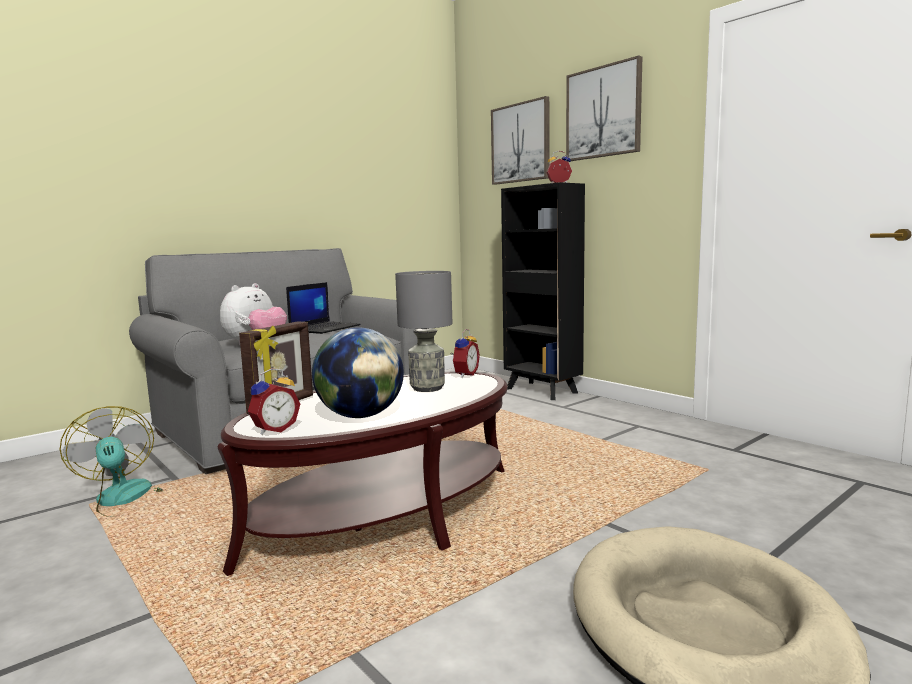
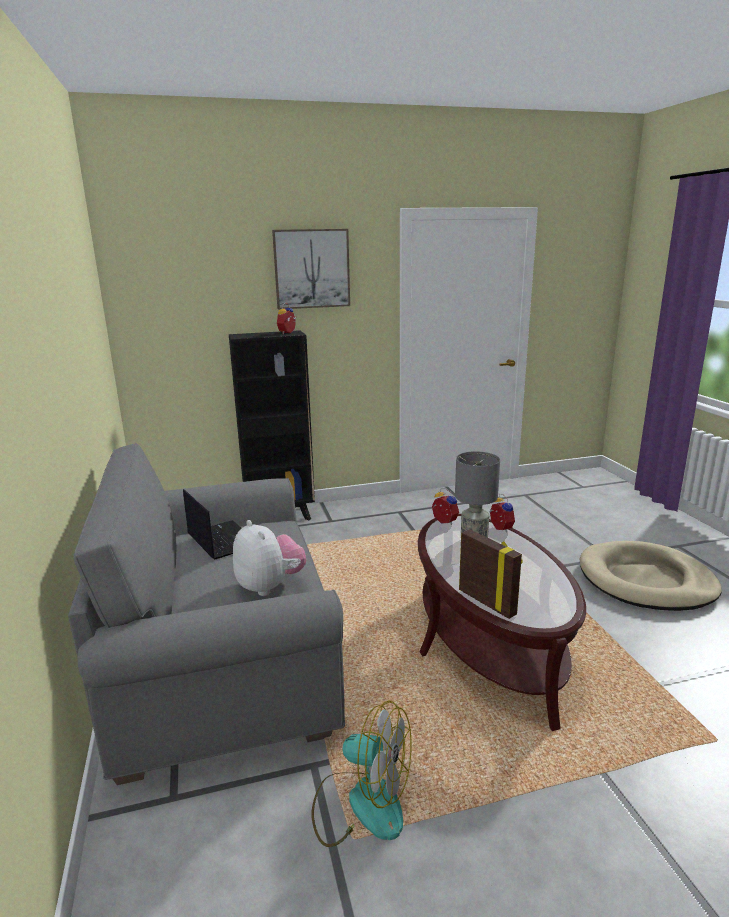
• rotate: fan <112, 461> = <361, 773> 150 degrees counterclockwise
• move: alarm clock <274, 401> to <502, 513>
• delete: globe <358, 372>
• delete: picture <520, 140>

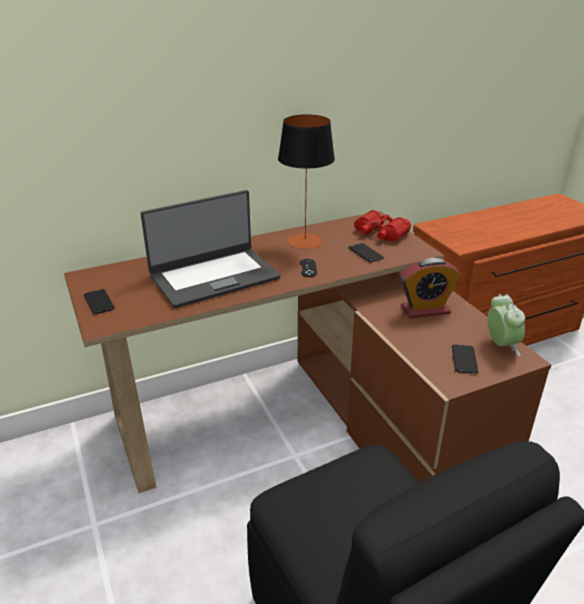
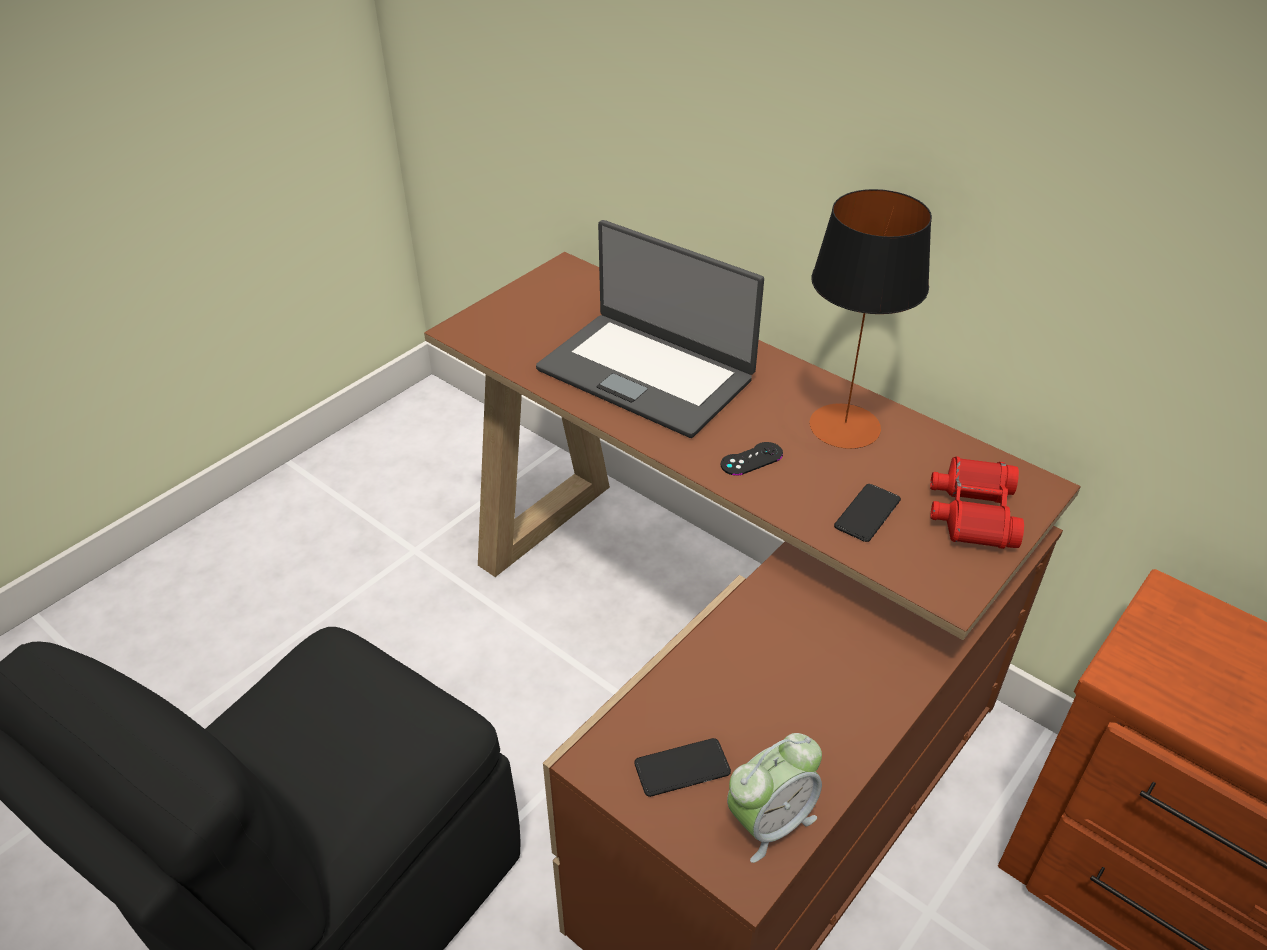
• delete: phone <99, 301>
• delete: alarm clock <430, 288>

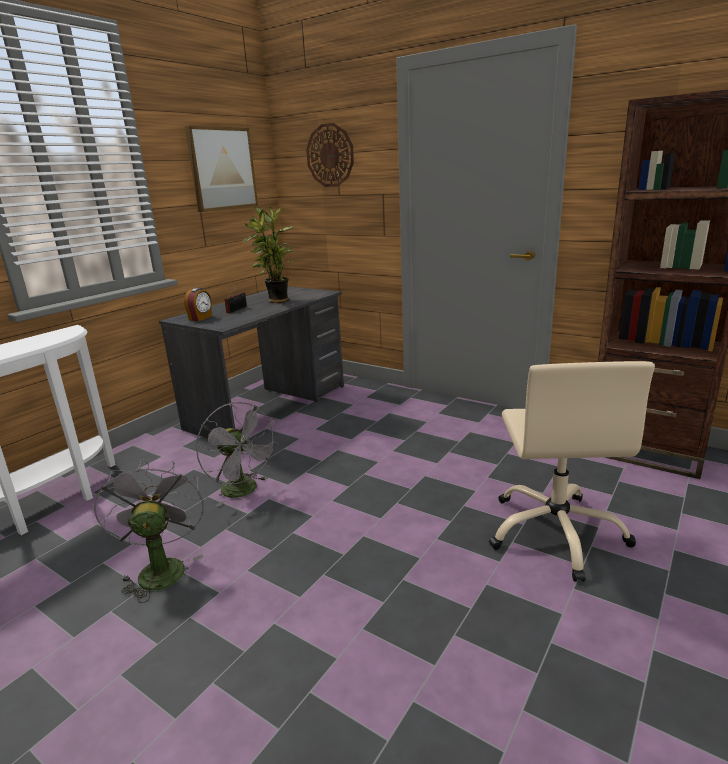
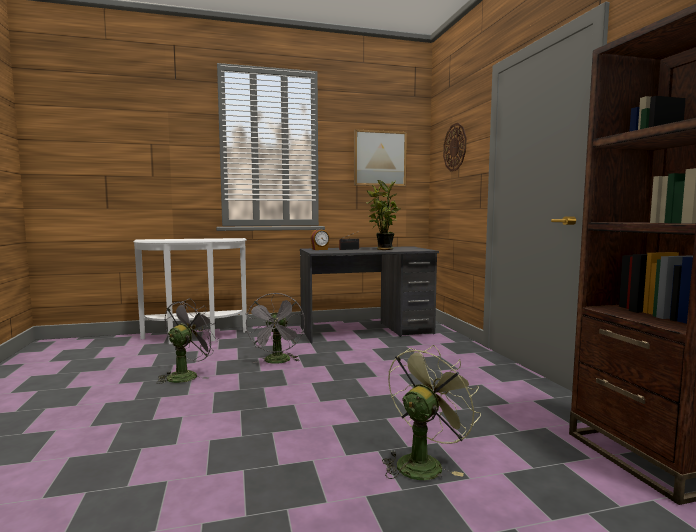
• replace: beige office chair <572, 471> to green fan <431, 412>

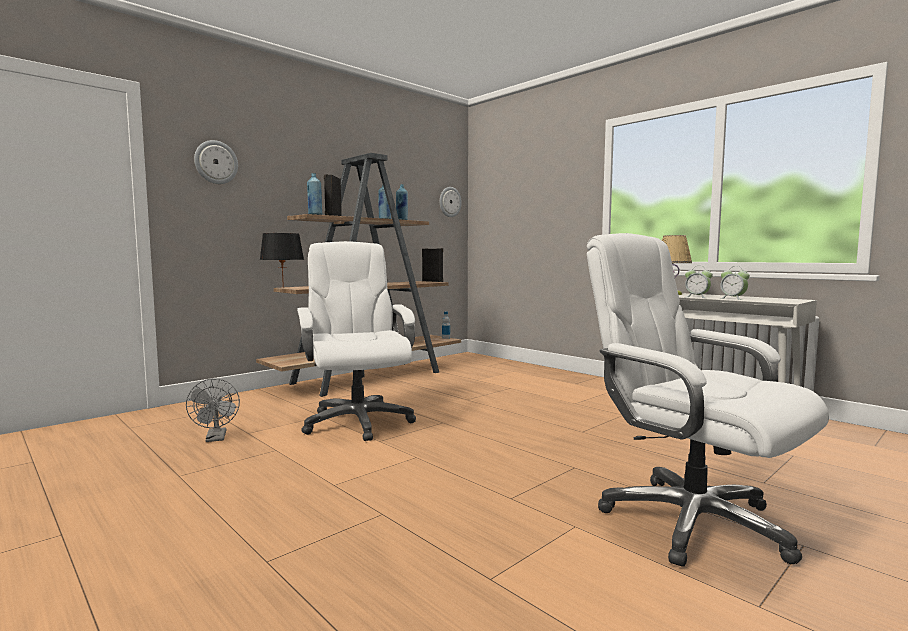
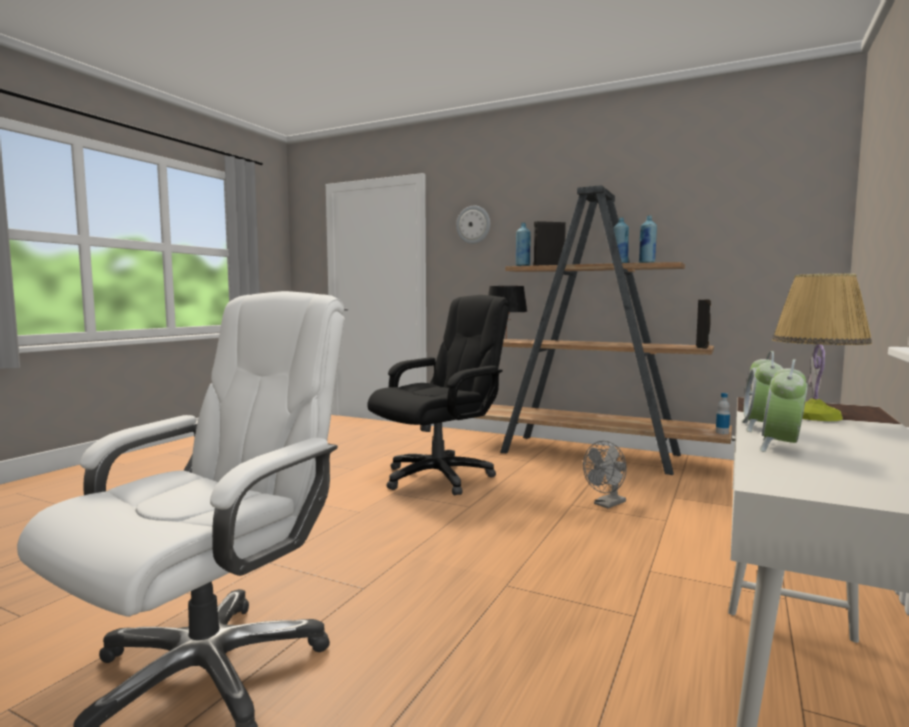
• recolor: white office chair <356, 341> to black office chair <438, 395>
• move: grey fan <213, 410> to <605, 475>
• delete: wall clock <451, 202>

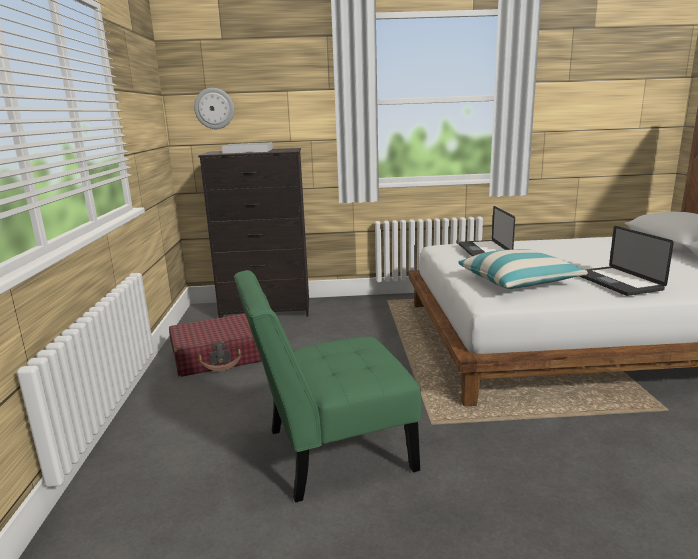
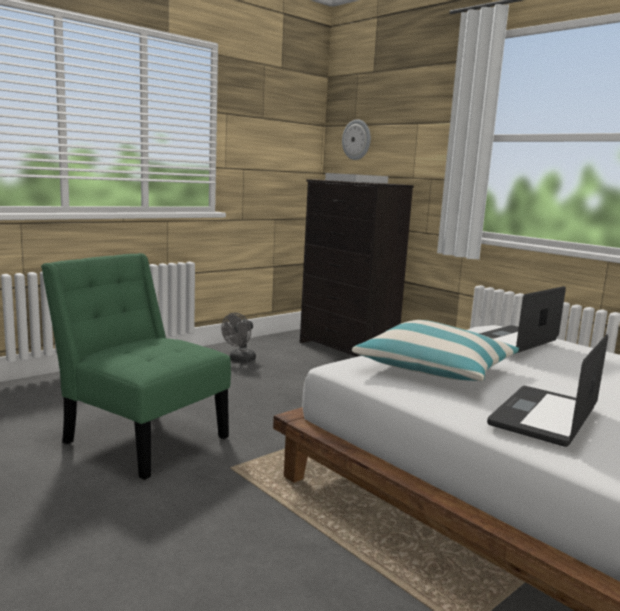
• replace: red suitcase <215, 345> to grey fan <238, 337>

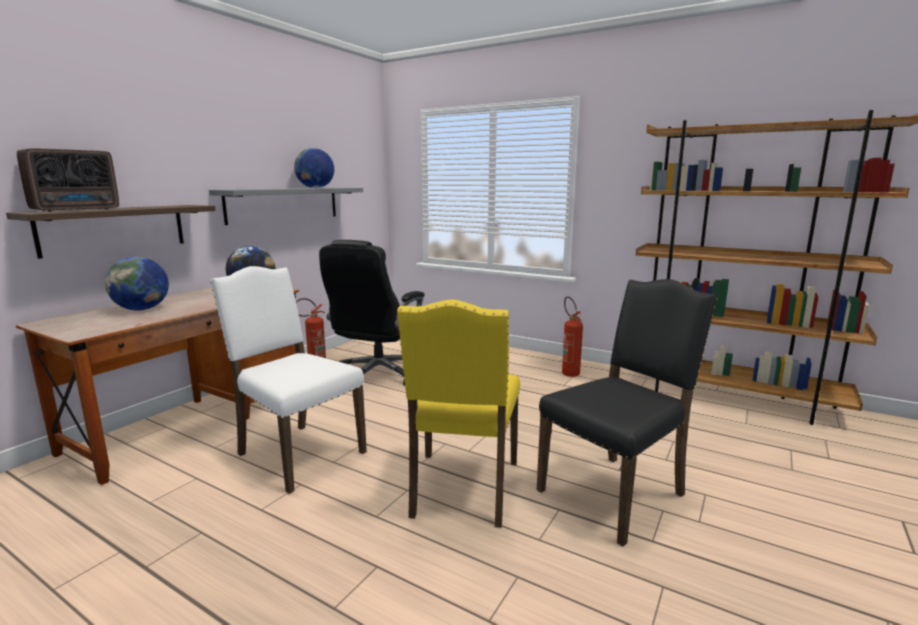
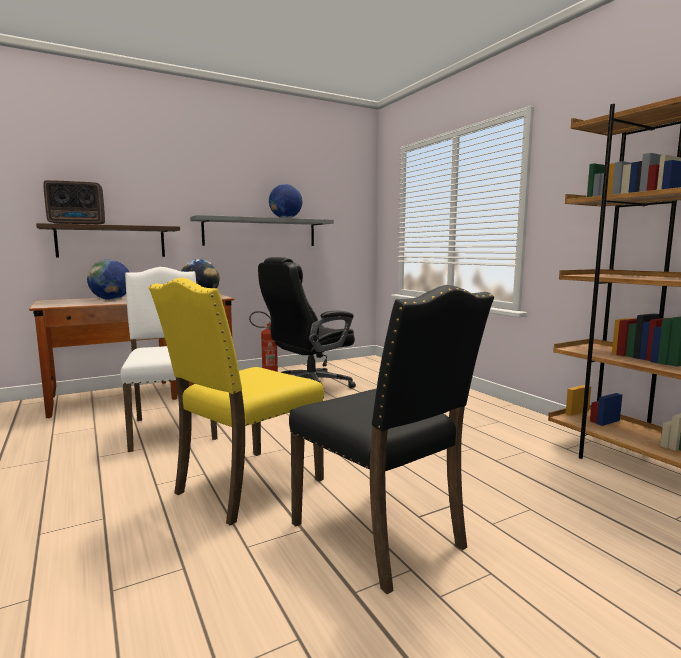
• rotate: black chair <627, 412> = <391, 439> 60 degrees clockwise
• delete: fire extinguisher <572, 336>

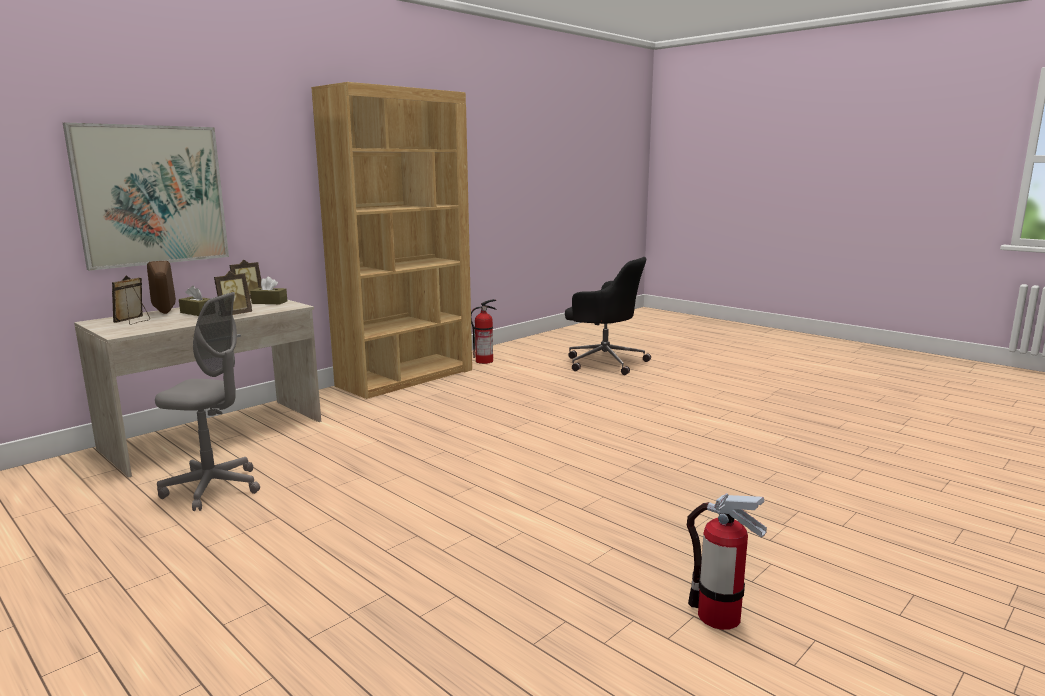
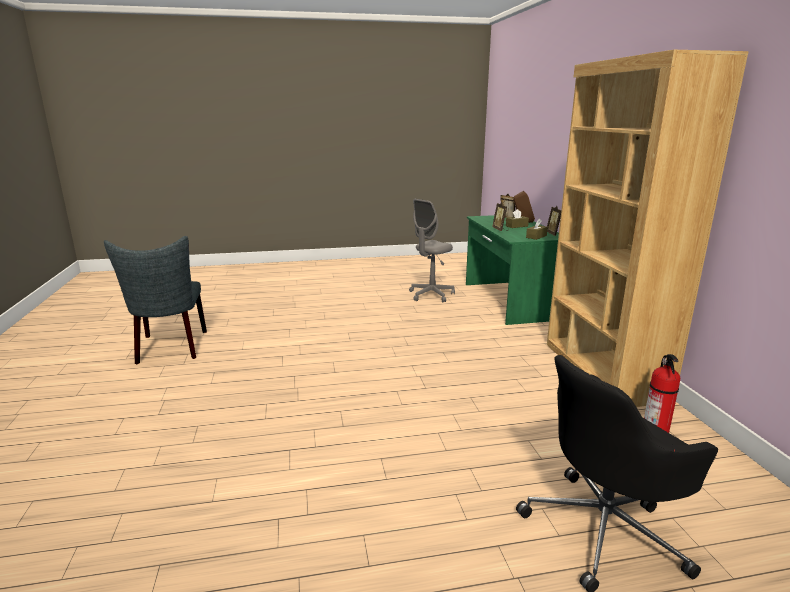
• replace: fire extinguisher <727, 561> to grey chair <155, 300>
• recolor: beige desk <197, 388> to green desk <512, 270>
• delete: picture <146, 196>

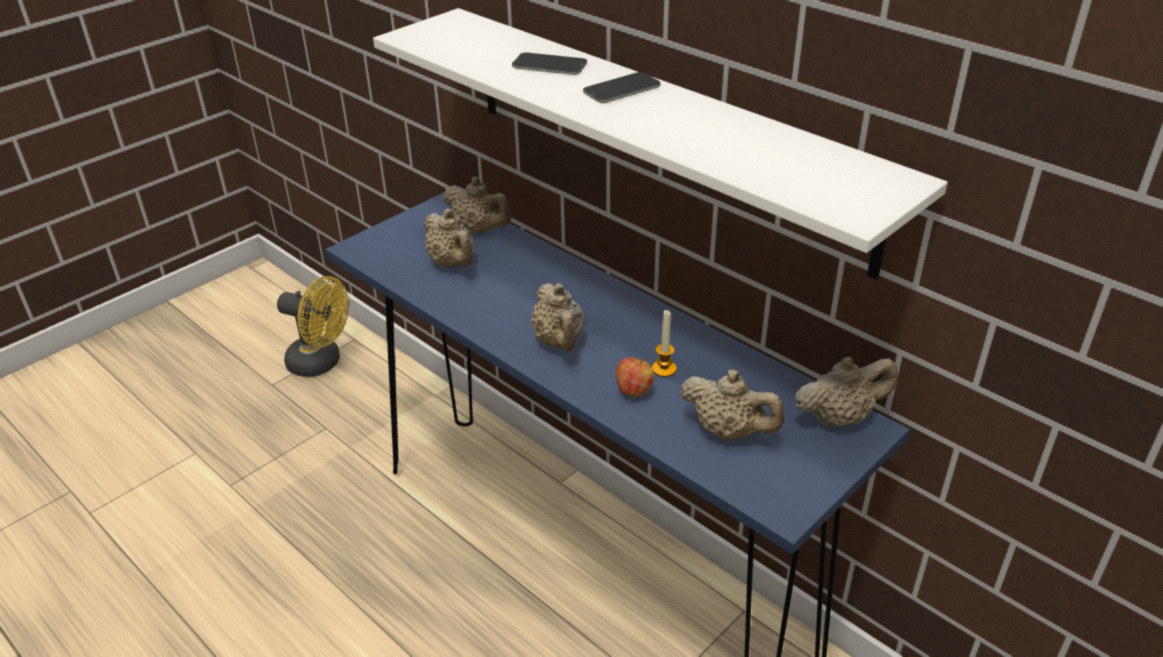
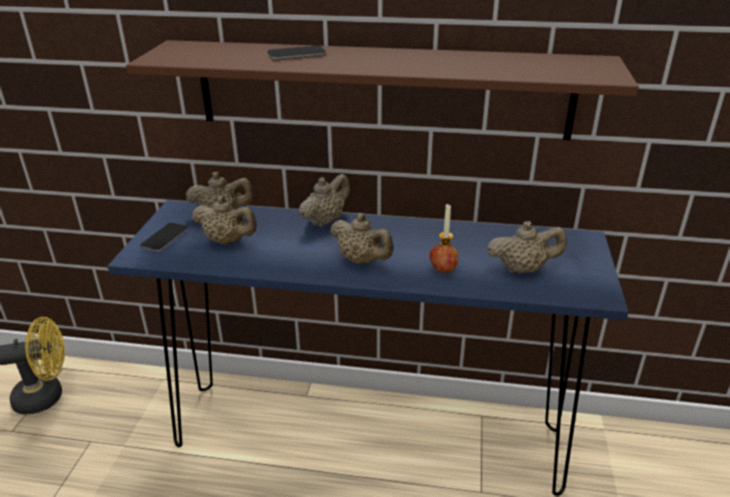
• recolor: white shelf <660, 144> to brown shelf <382, 90>
• move: phone <622, 87> to <164, 237>
• move: beige teapot <846, 392> to <324, 200>

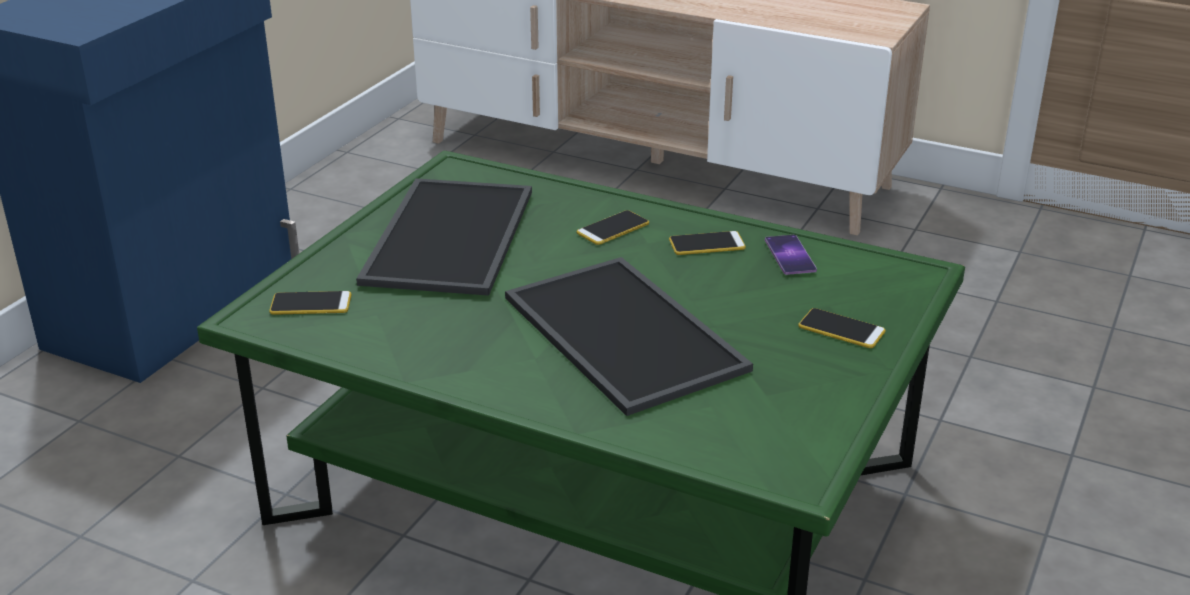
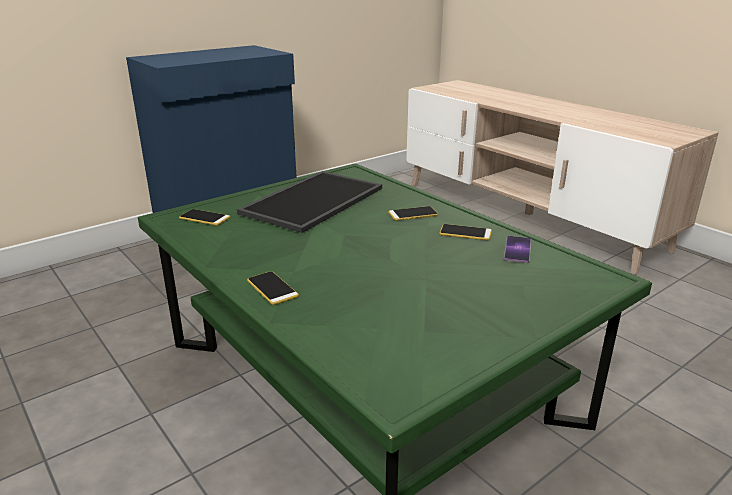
• move: phone <842, 328> to <273, 288>
• delete: tray <629, 336>

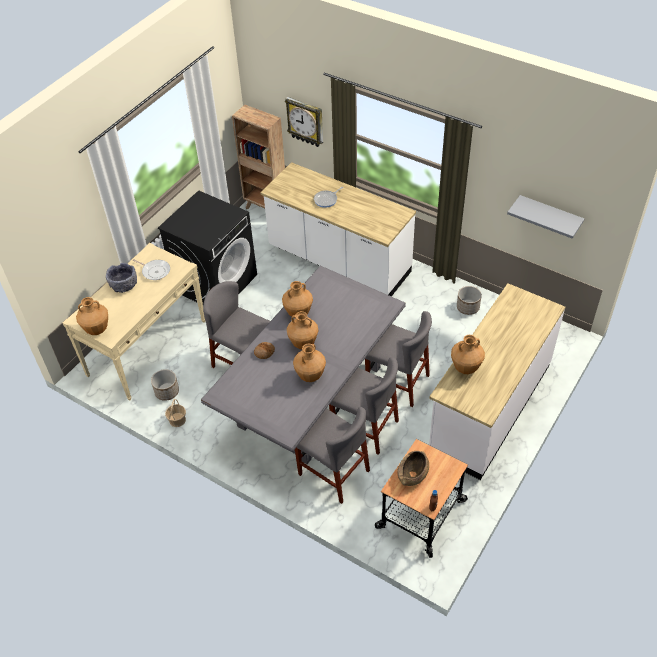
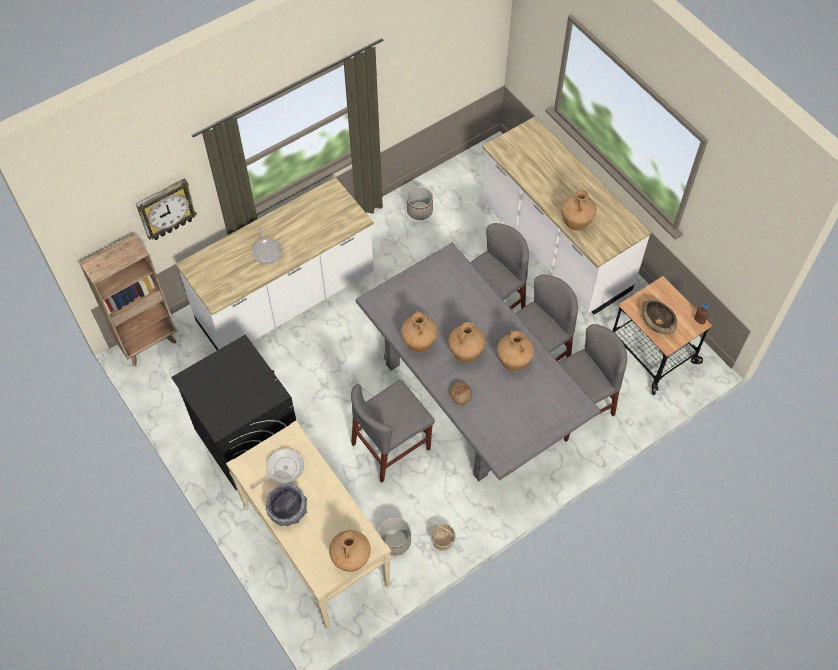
• delete: grey shelf <546, 216>

